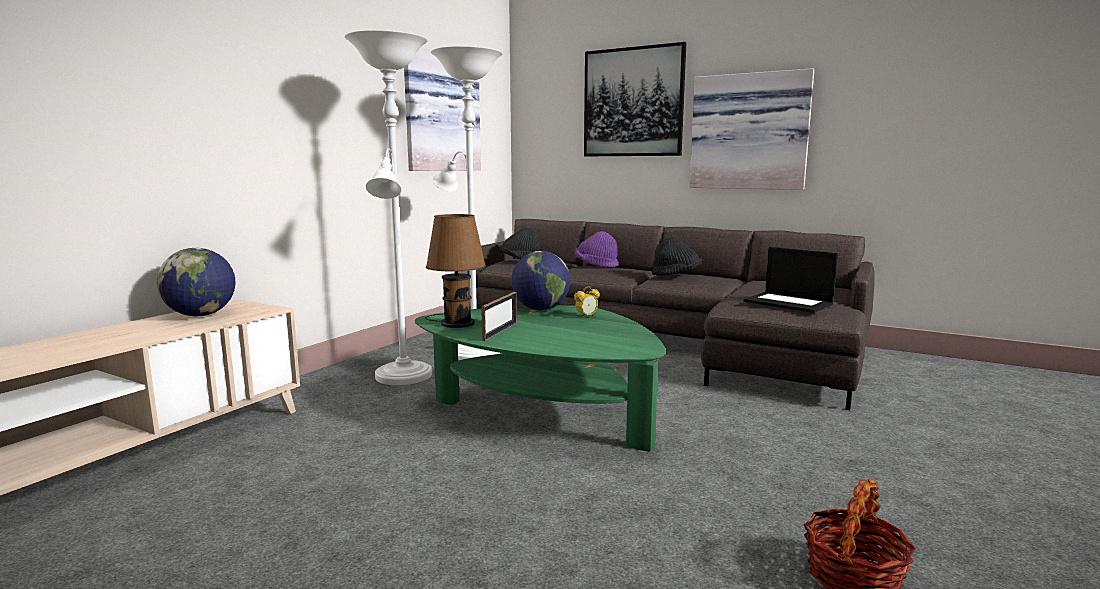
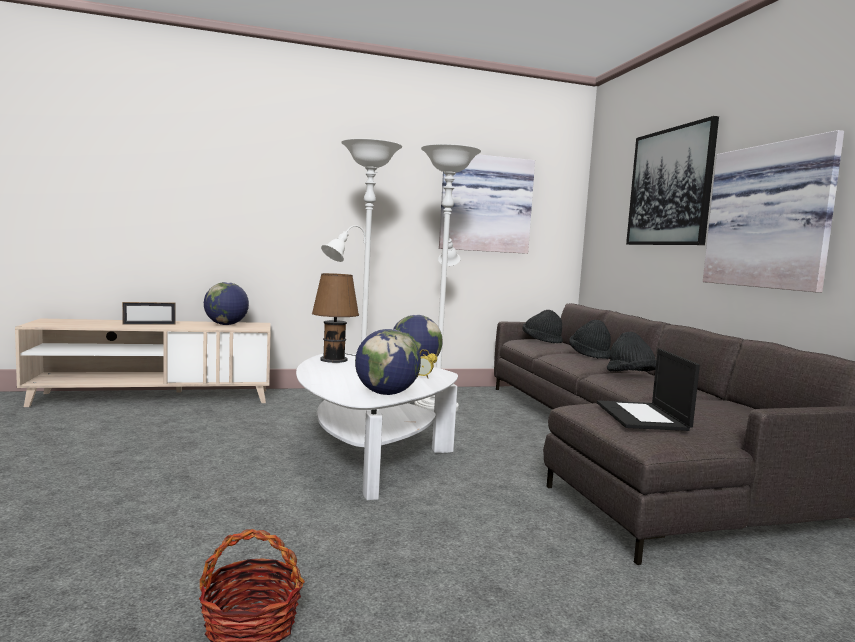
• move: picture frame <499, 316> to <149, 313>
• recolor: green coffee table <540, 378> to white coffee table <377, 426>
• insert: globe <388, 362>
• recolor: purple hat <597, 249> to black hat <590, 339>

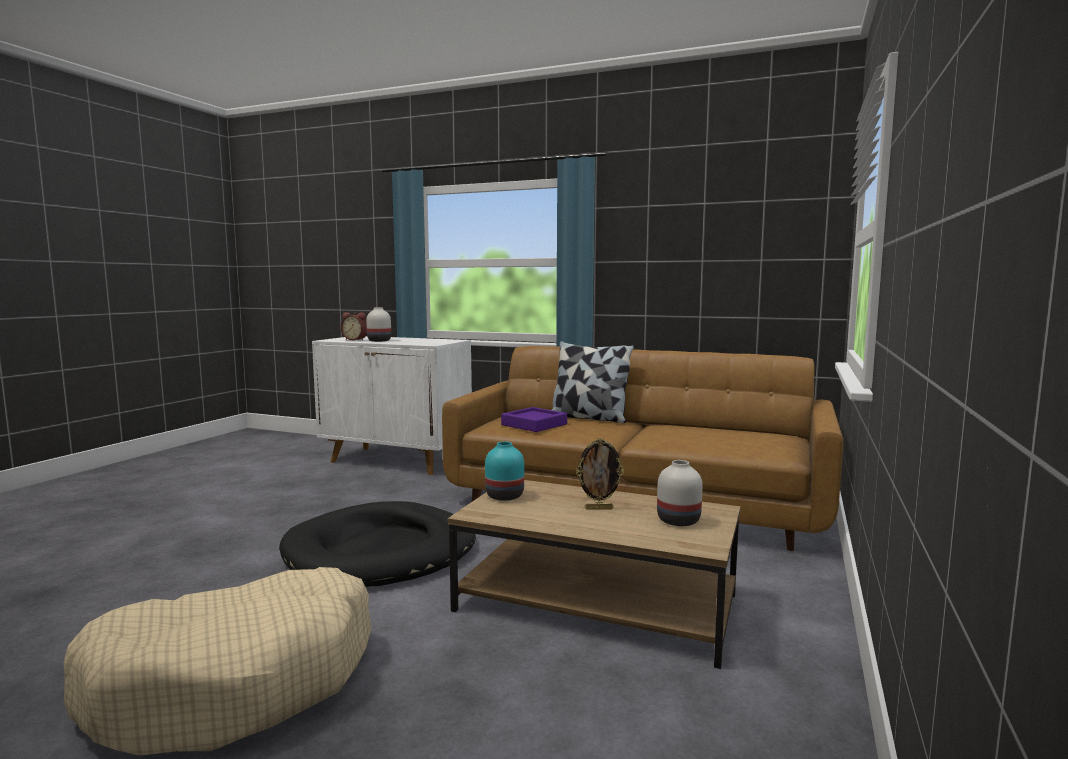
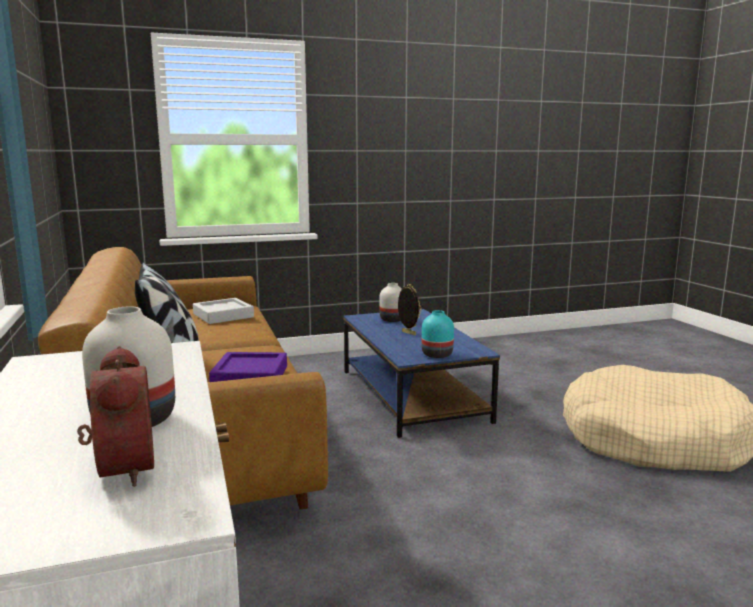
• insert: grey tray <223, 311>
• recolor: brown coffee table <594, 574> to blue coffee table <421, 373>
• delete: black dog bed <377, 544>

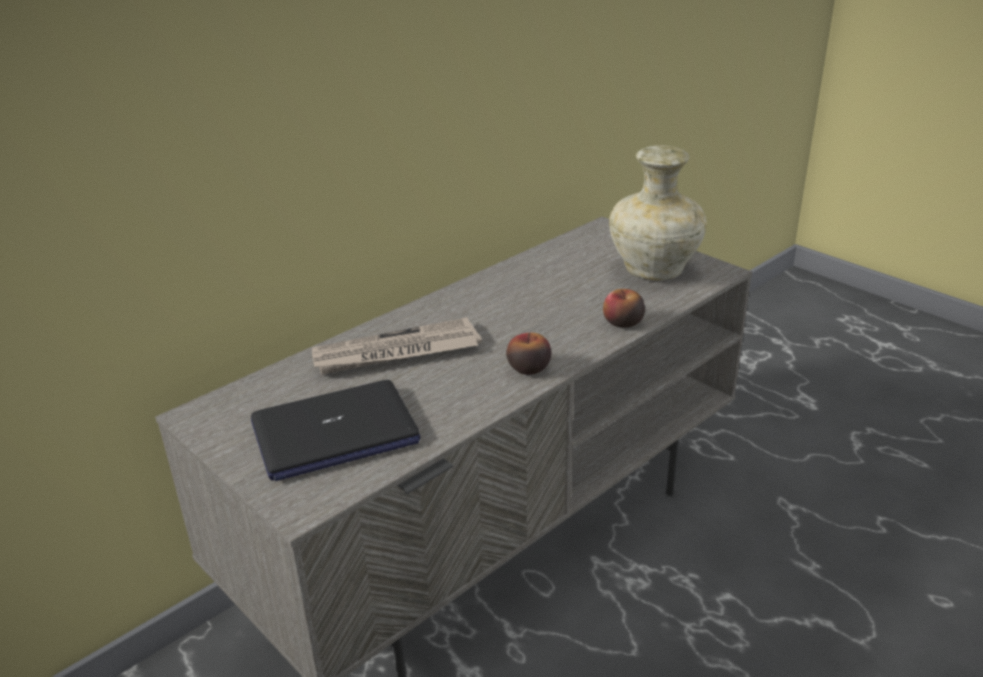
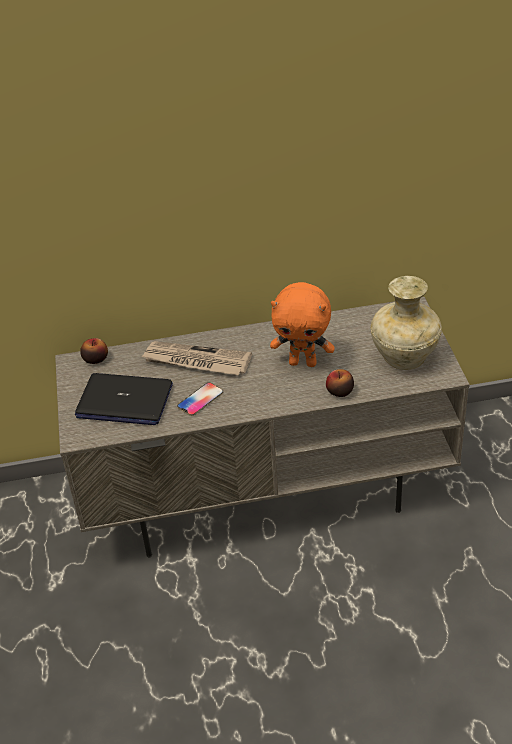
• move: apple <528, 353> to <94, 351>
• insert: phone <200, 399>
• insert: orange plush toy <302, 324>

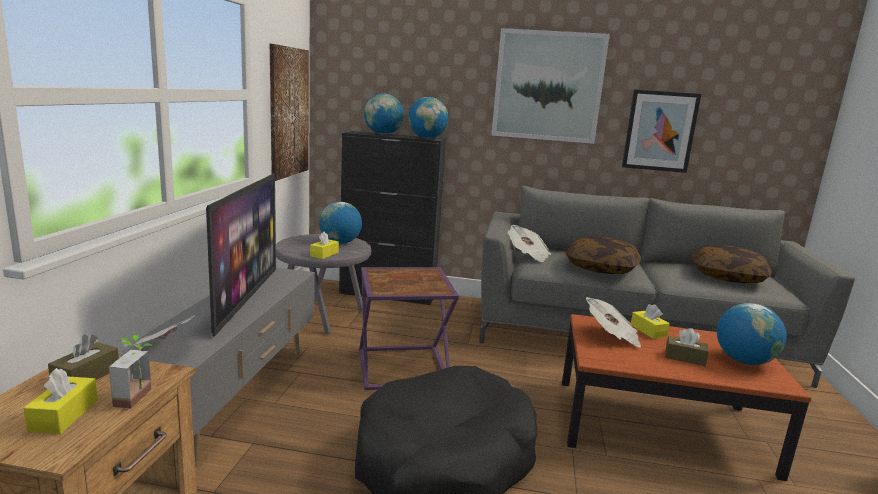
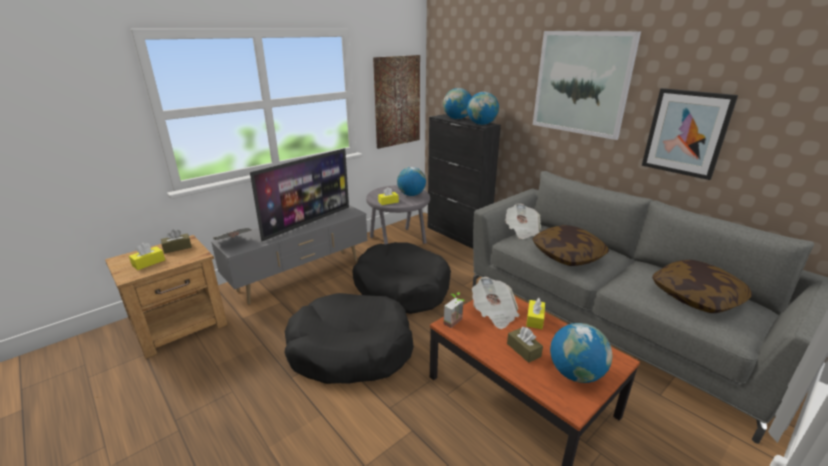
• replace: purple side table <409, 328> to black dog bed <401, 278>
• move: potted plant <131, 371> to <454, 310>

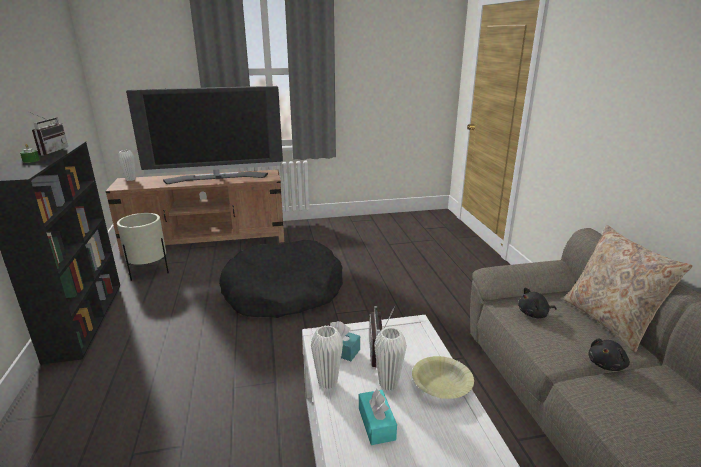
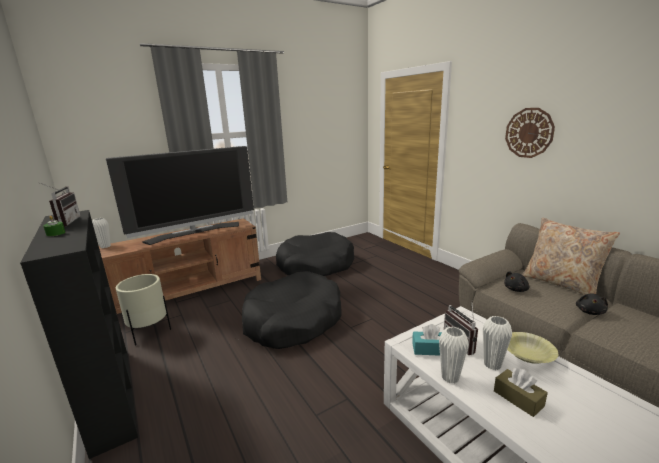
• insert: black dog bed <315, 254>
• recolor: turquoise tissue box <378, 417> to brown tissue box <521, 392>
• insert: wall clock <530, 133>

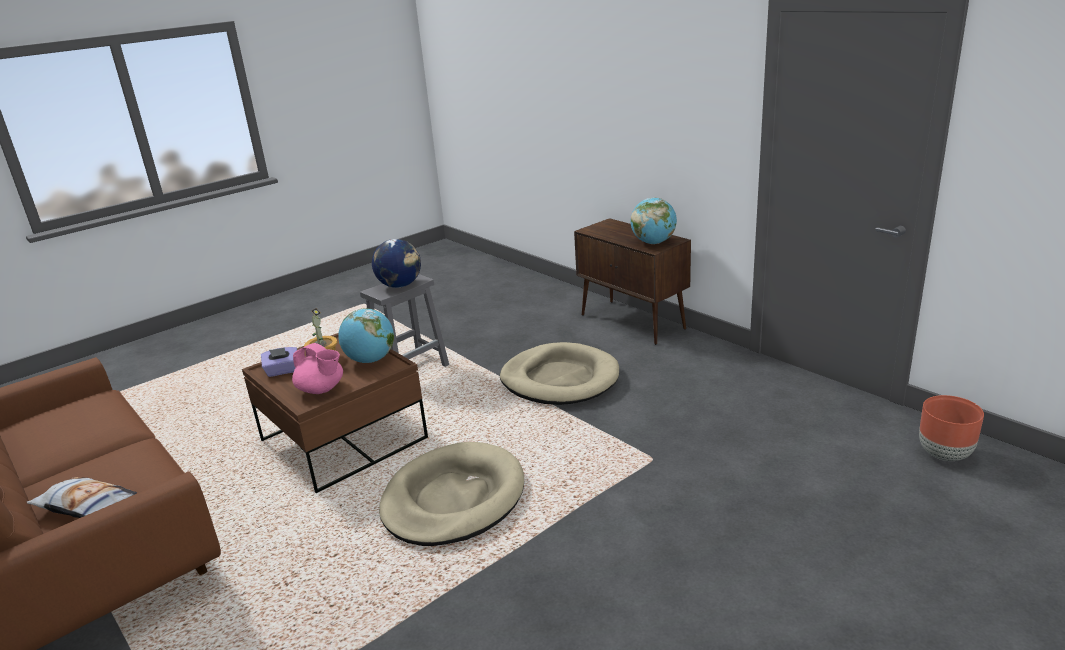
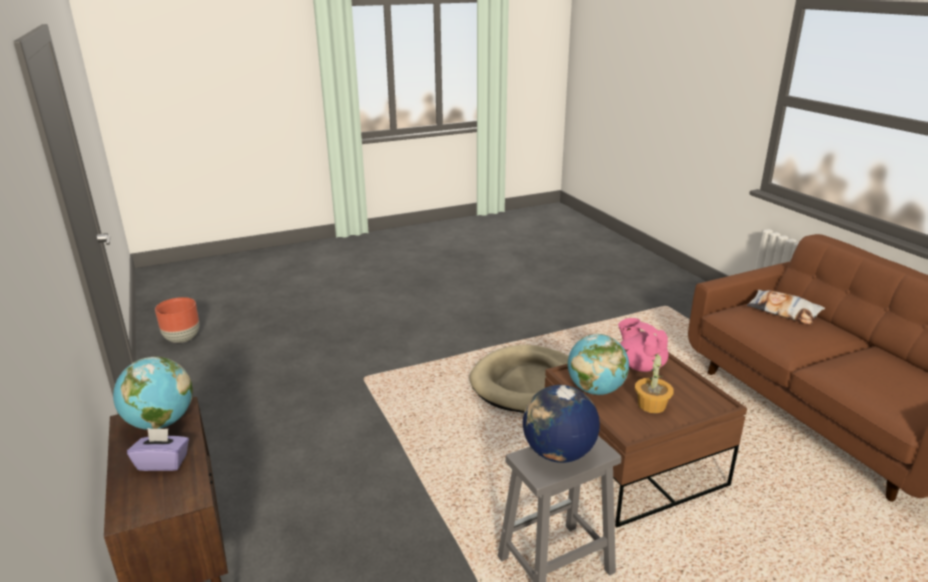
• move: purple tissue box <279, 362> to <158, 449>
• delete: beige dog bed <559, 373>

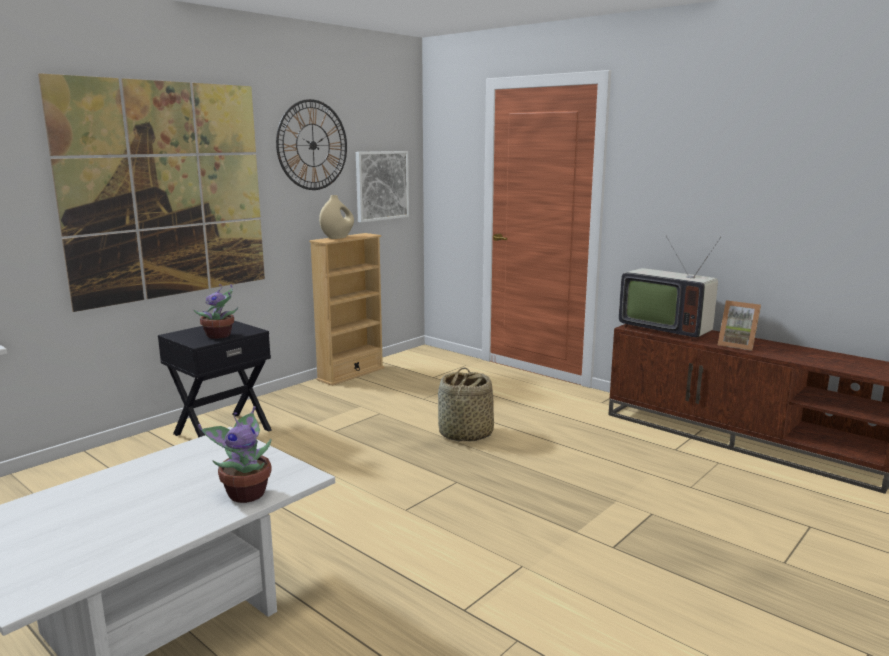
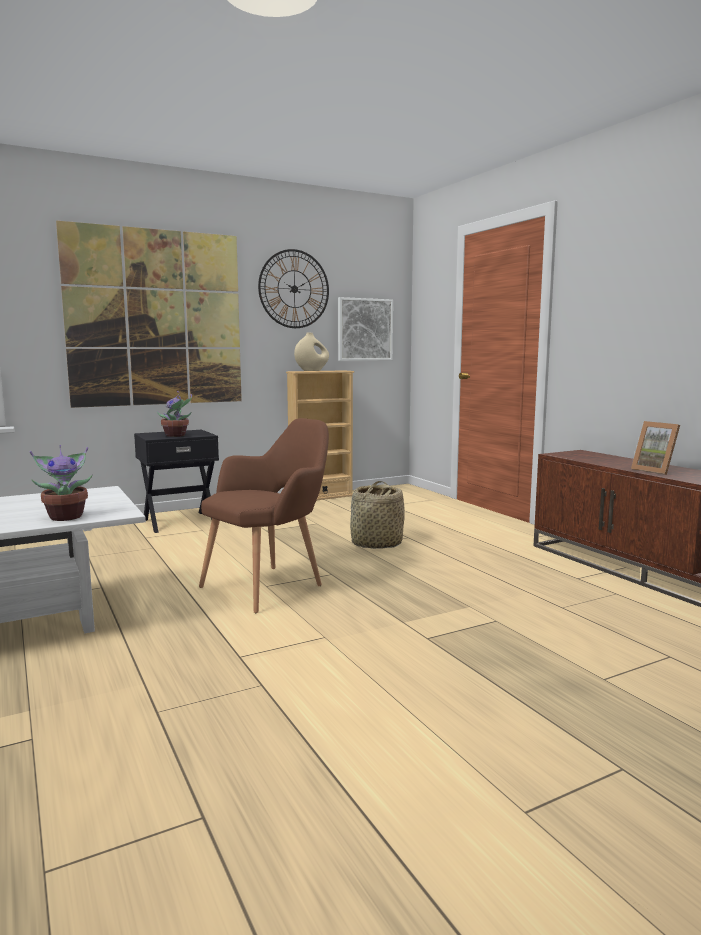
• insert: brown armchair <264, 515>
• delete: television <670, 288>

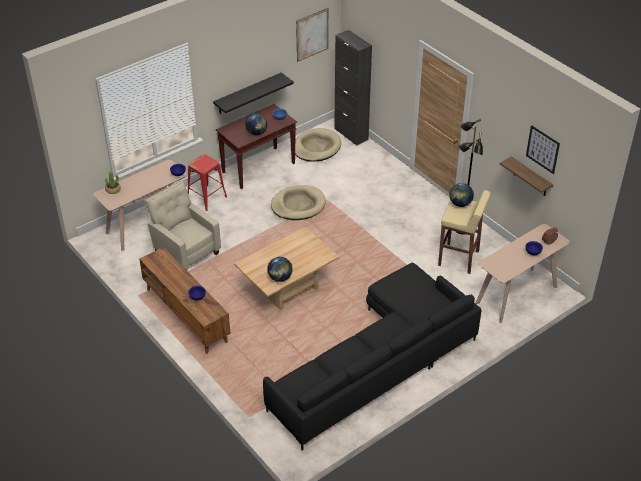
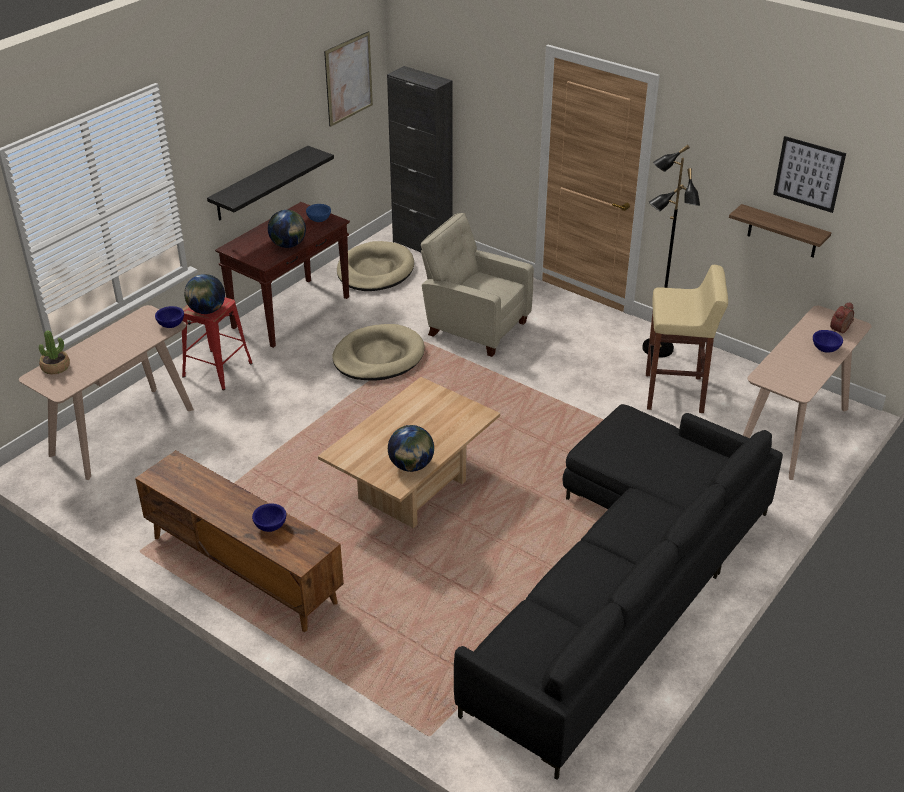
• move: globe <462, 195> to <204, 294>
• move: beige armchair <183, 225> to <477, 285>

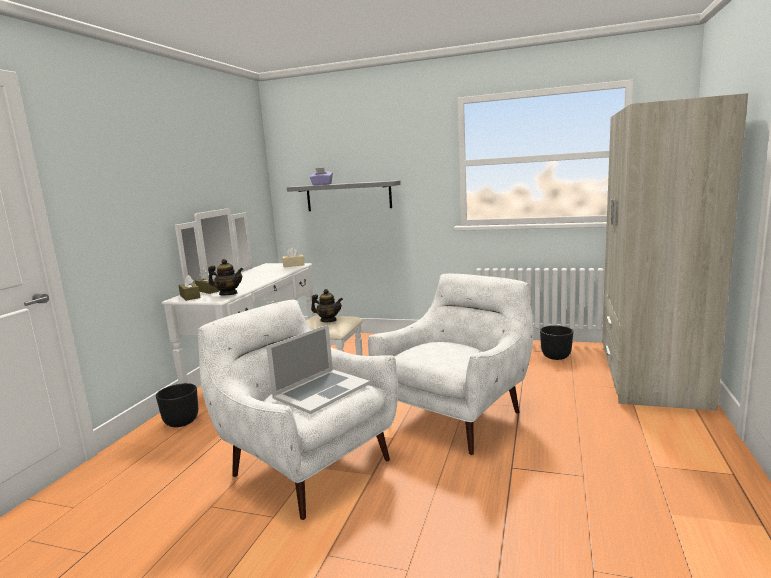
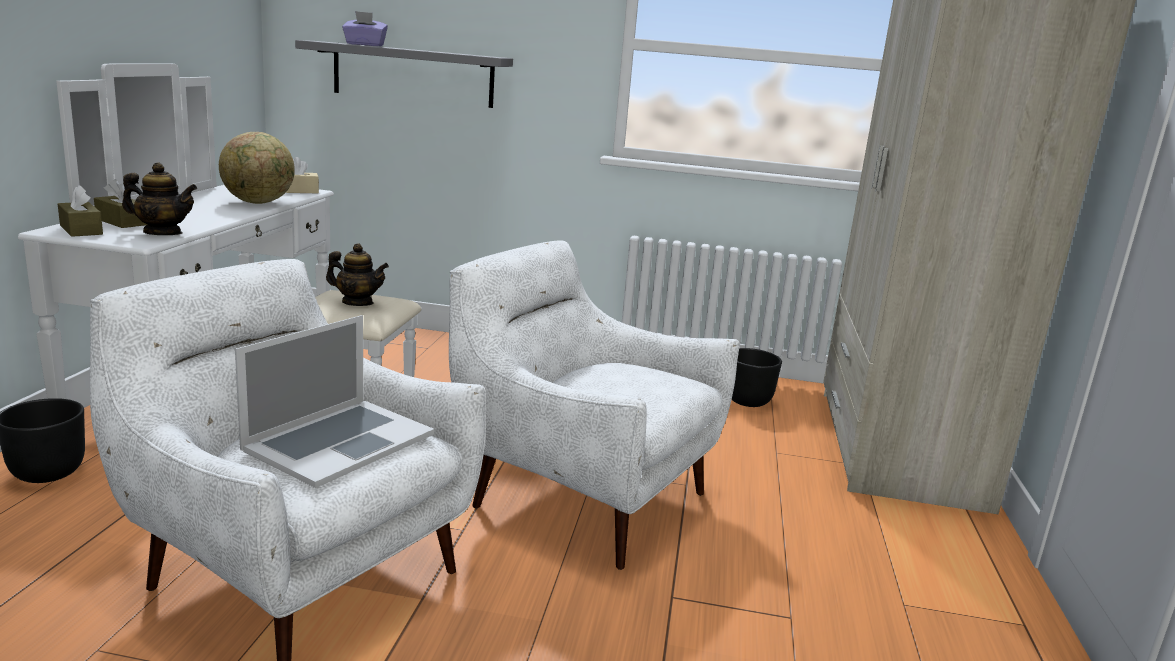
• insert: globe <257, 168>
• rotate: white armchair <451, 364> = <594, 405> 90 degrees counterclockwise

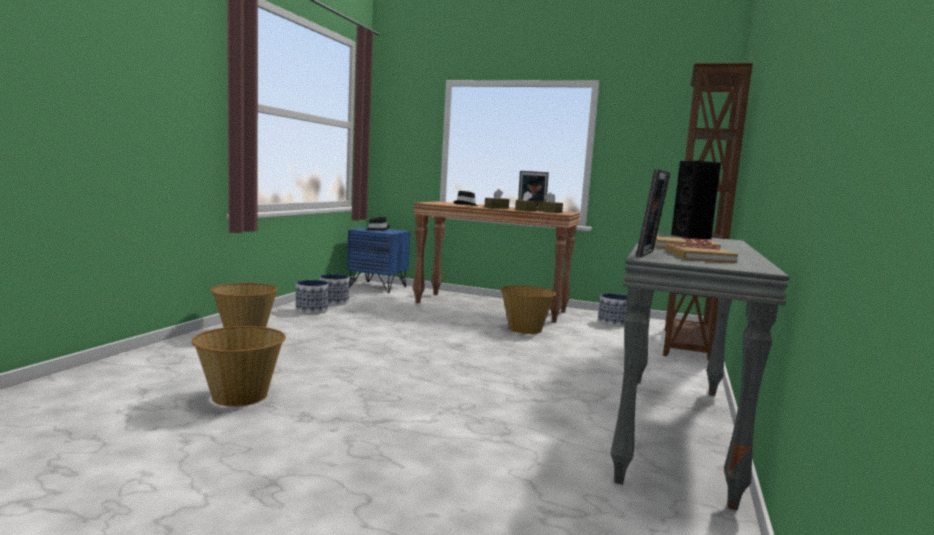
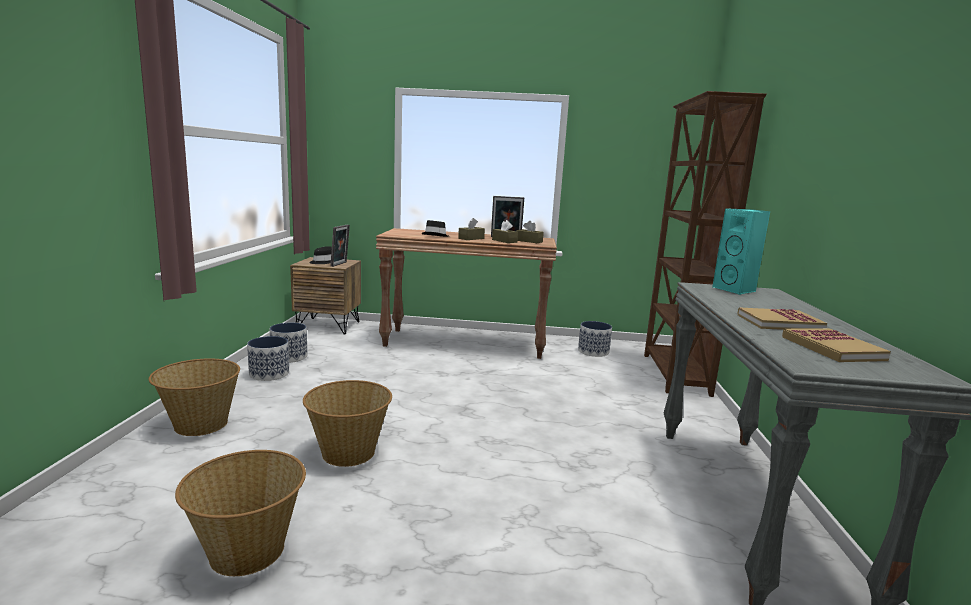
• recolor: blue nightstand <378, 260> to brown nightstand <325, 295>
• move: basket <528, 309> to <347, 423>
• move: picture frame <653, 213> to <340, 246>
• recolor: black speaker <696, 200> to turquoise speaker <741, 251>

